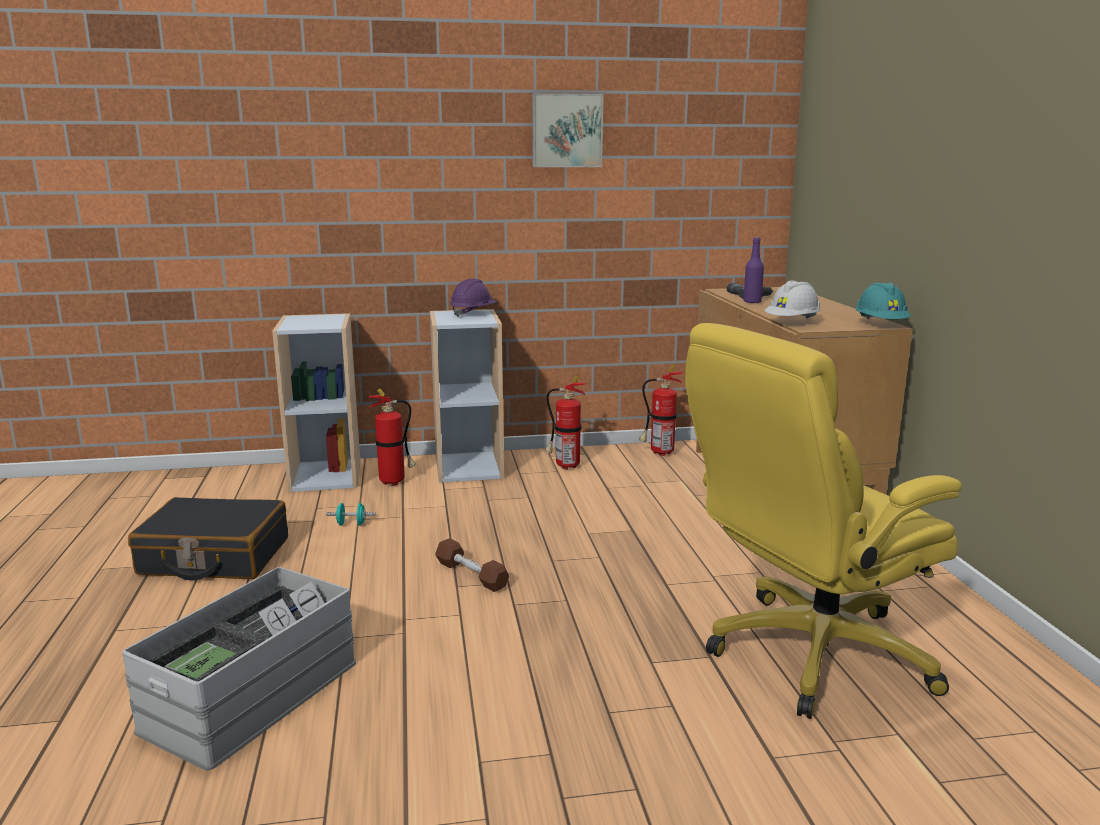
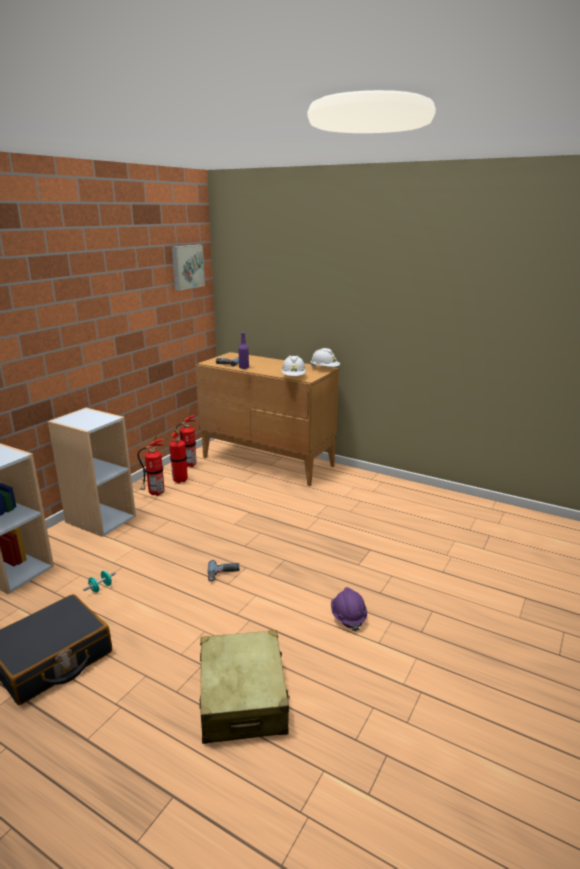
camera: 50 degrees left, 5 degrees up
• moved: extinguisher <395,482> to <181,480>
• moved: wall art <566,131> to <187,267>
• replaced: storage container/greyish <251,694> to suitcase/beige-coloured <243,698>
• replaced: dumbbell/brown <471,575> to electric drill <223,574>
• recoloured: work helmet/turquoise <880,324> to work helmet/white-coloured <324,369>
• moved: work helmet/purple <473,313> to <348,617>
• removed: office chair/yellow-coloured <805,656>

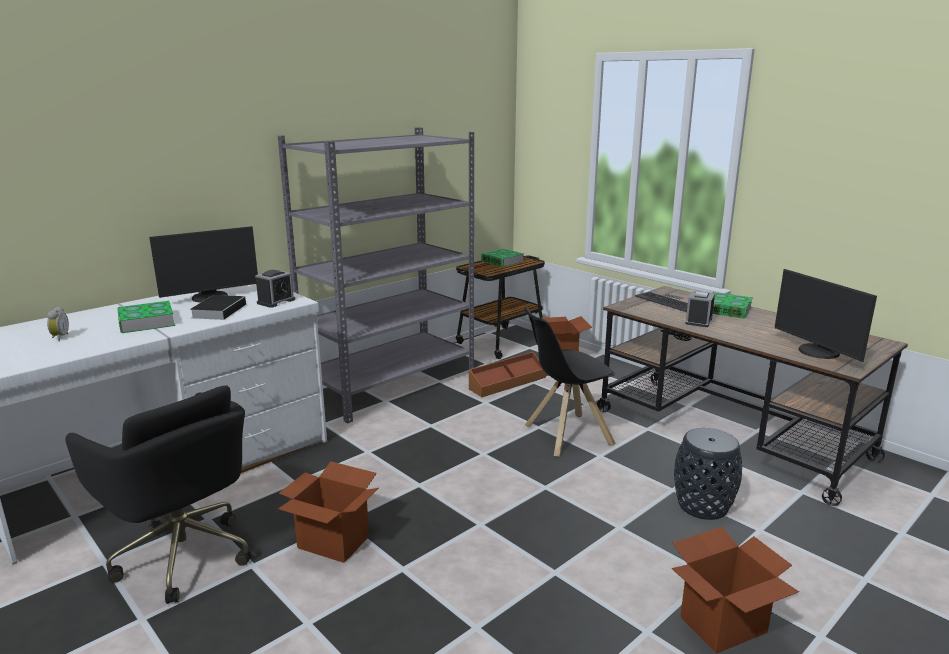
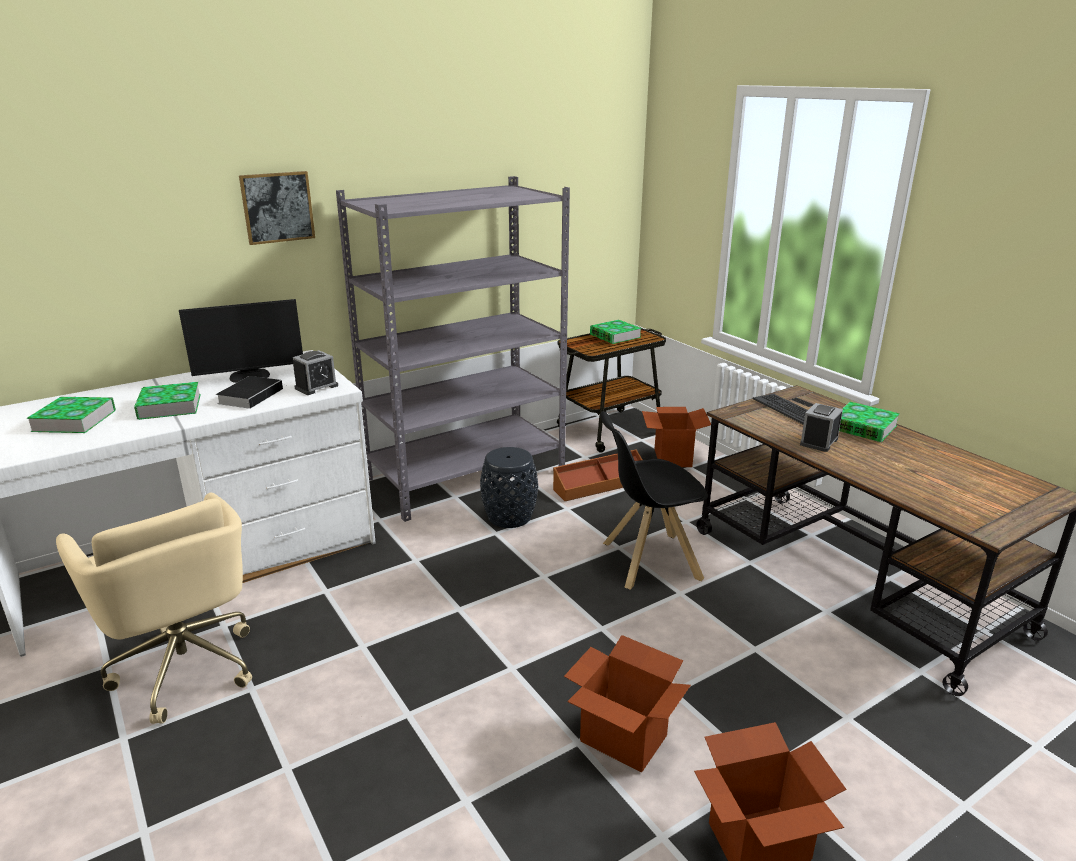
camera: 10 degrees right, 5 degrees up
• replaced: alarm clock <59,337> to volume <74,420>
• recoloured: office chair/black-coloured <181,555> to office chair/beige-coloured <184,667>
• added: wall art <277,207>
• moved: stool/black-coloured <702,506> to <509,517>
• moved: carton <333,542> to <622,738>
• removed: monitor <817,352>

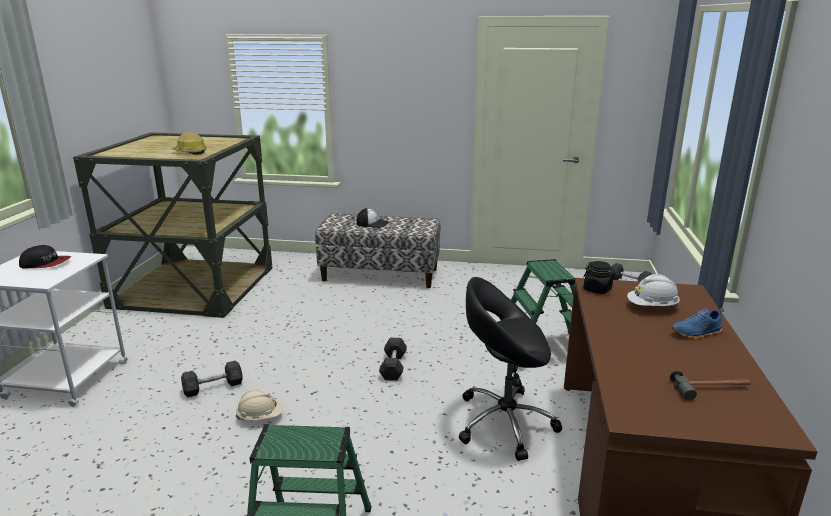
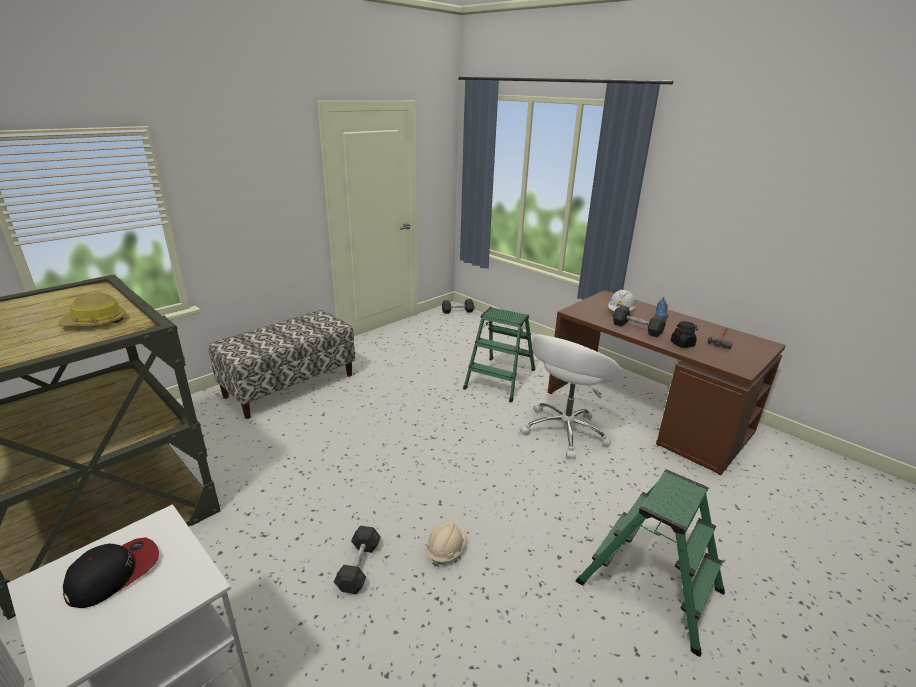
camera: 55 degrees left, 5 degrees up
• recoloured: office chair/black-coloured <502,422> to office chair/white-coloured <563,433>
• moved: dumbbell/greyish <393,367> to <637,329>
• moved: storage jar/black-coloured <597,289> to <682,344>
• removed: baseball cap <372,223>

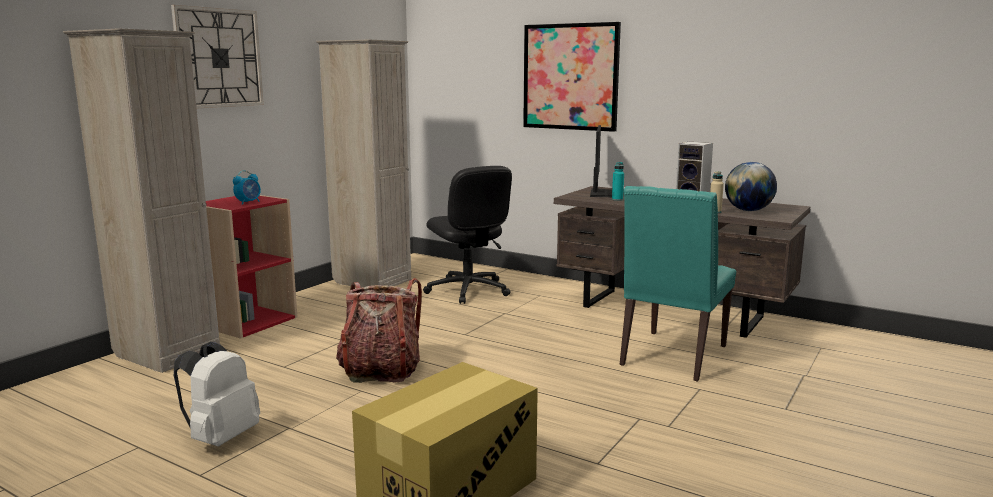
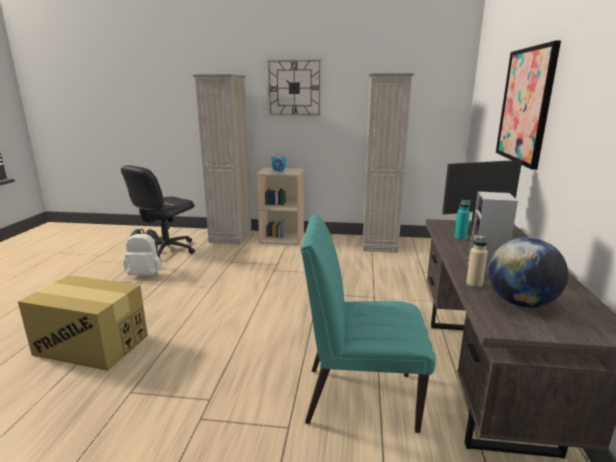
camera: 65 degrees right, 5 degrees up
• moved: office chair/black-coloured <468,290> to <166,250>
• recoloured: bookcase/red <250,321> to bookcase/beige-coloured <282,238>
• removed: rucksack <381,370>

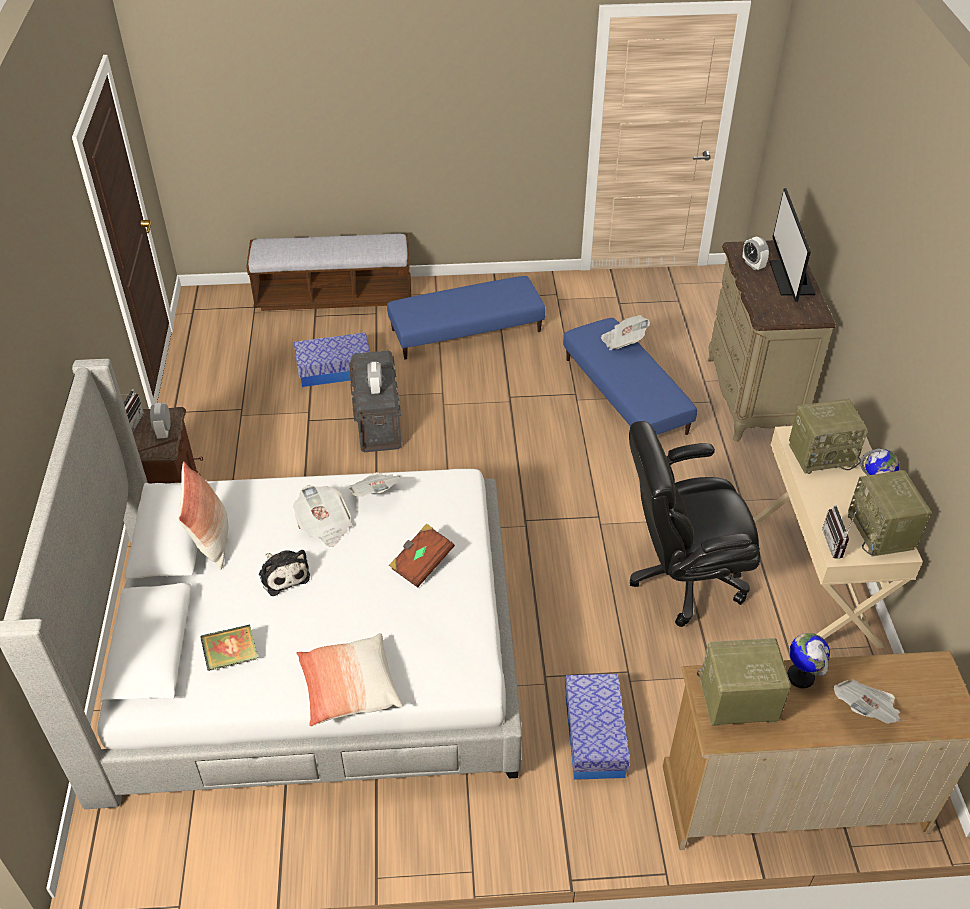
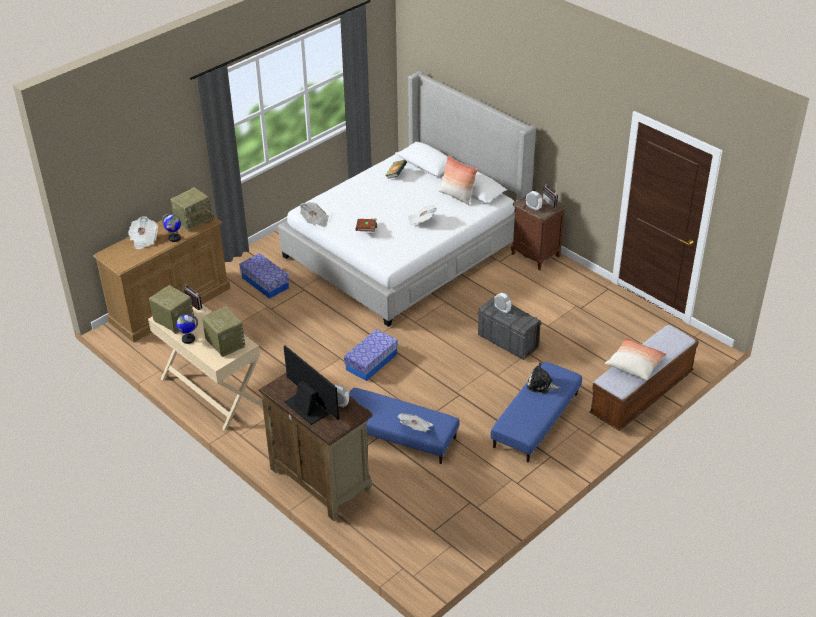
camera: 140 degrees right, 5 degrees down
• turned: radio receiver <822,454> = <224,343> 105 degrees clockwise
• moved: daily paper <375,493> to <315,221>
• moved: storage container <334,370> to <371,362>
• moved: soft toy <283,574> to <541,385>
• moved: throw pillow <349,689> to <635,365>
• removed: office chair/black-coloured <680,577>

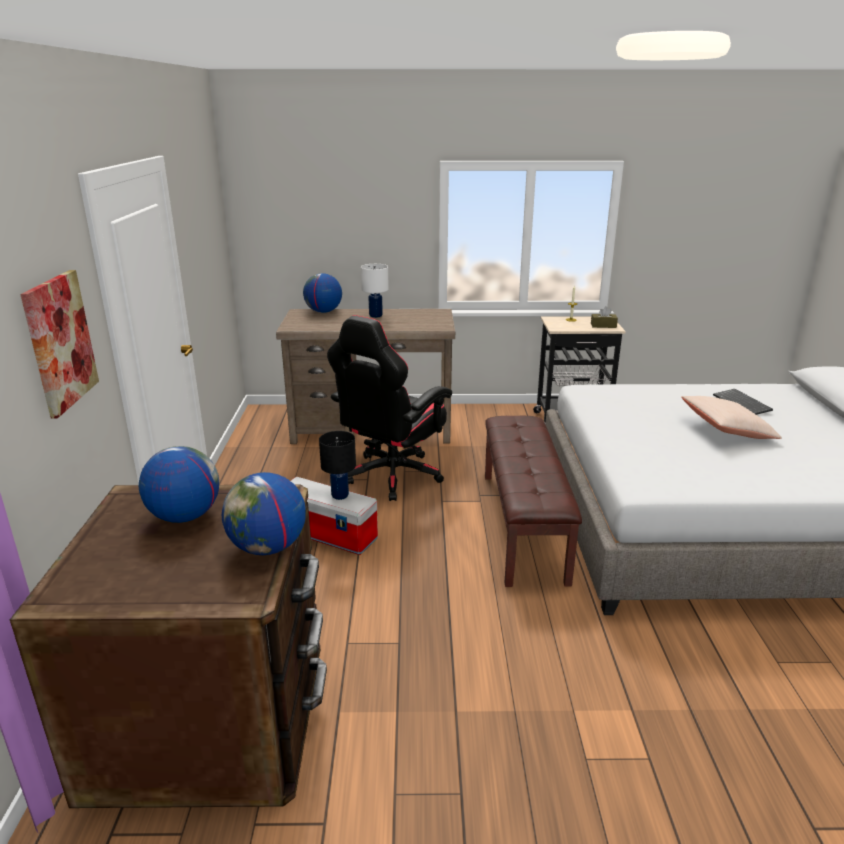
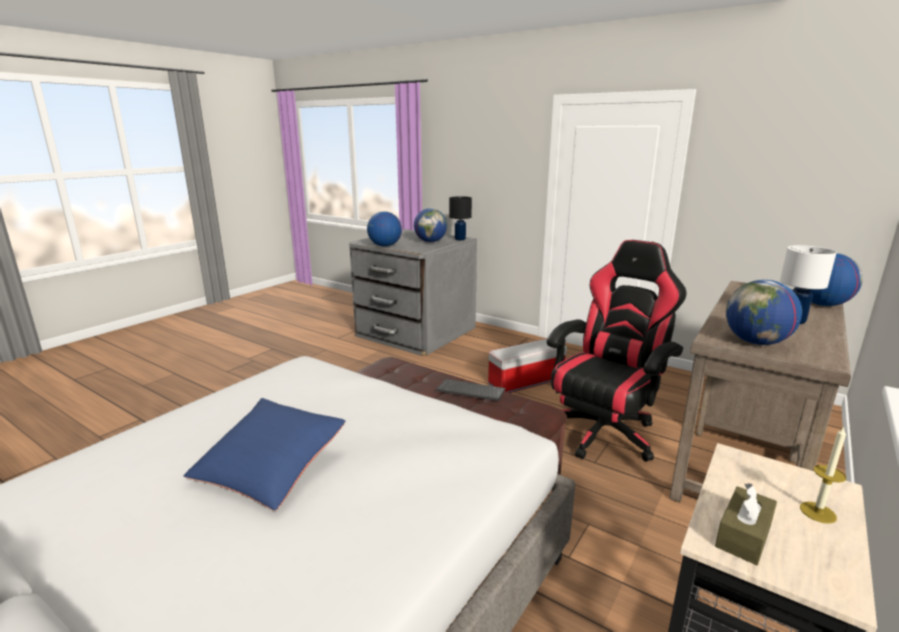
camera: 125 degrees right, 5 degrees down
• recoloured: throw pillow/beige-coloured <727,430> to throw pillow/blue <270,467>
• recoloured: dresser/brown <215,714> to dresser/greyish <414,332>
• moved: keyboard <743,404> to <469,392>
• moved: table lamp/black-coloured <340,496> to <459,239>
• turned: office chair/black-coloured <393,475> = <603,433> 60 degrees clockwise
• added: globe <756,342>
• removed: wall art <60,342>

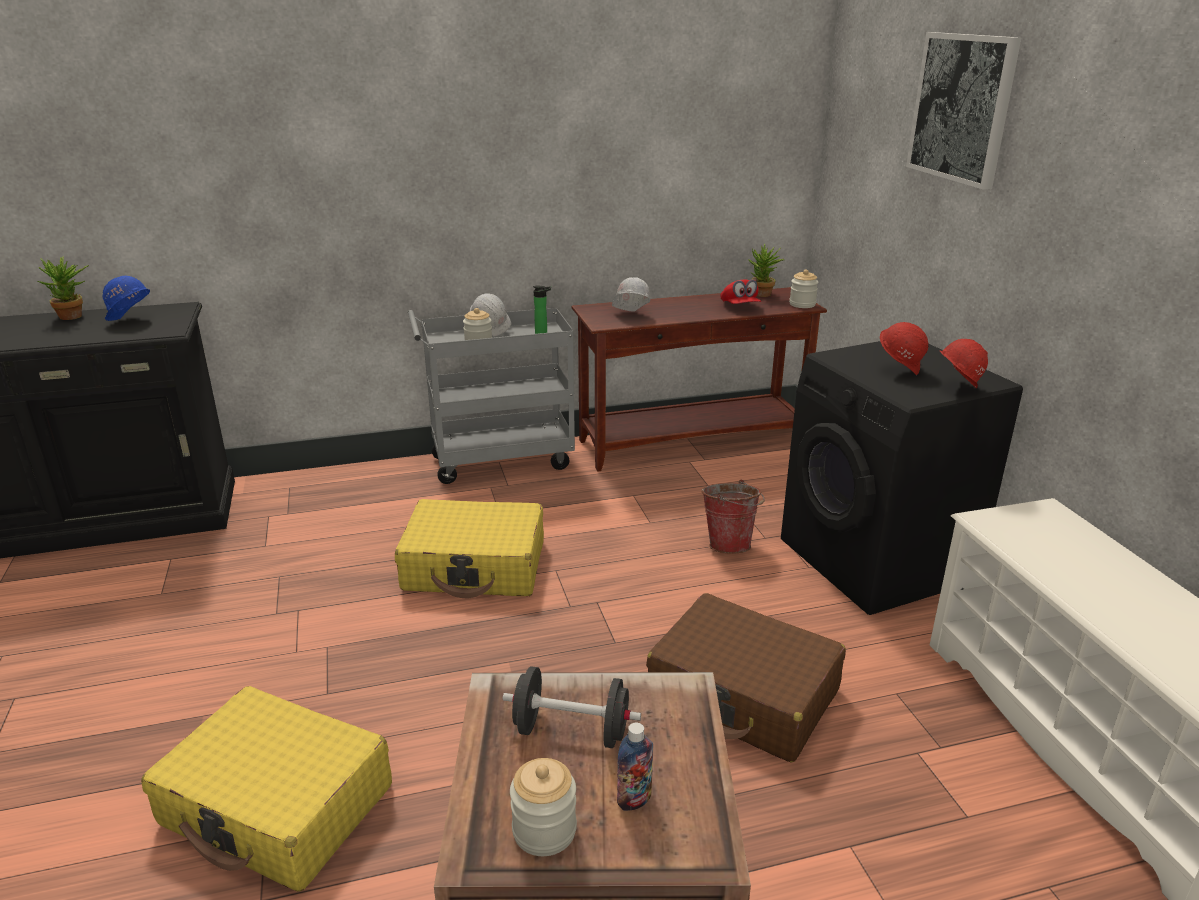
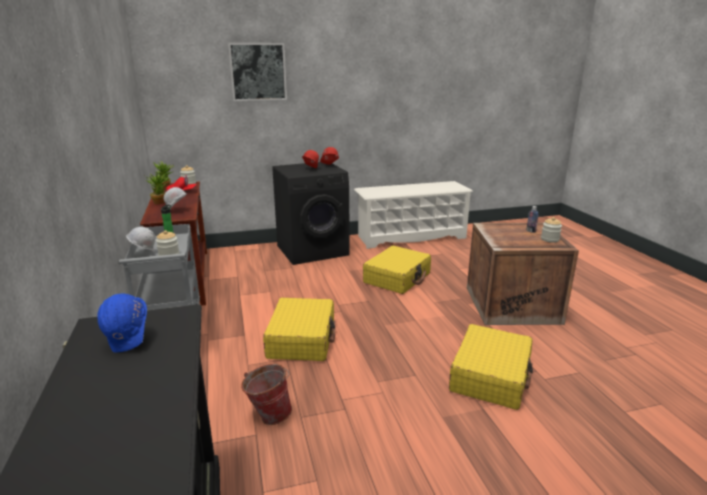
camera: 90 degrees left, 5 degrees down
• moved: plant in a pot <74,317> to <160,202>
• moved: pail <729,544> to <268,415>
• recoloured: suitcase/brown <743,695> to suitcase/yellow-coloured <397,278>
• removed: dumbbell/black-coloured <571,731>

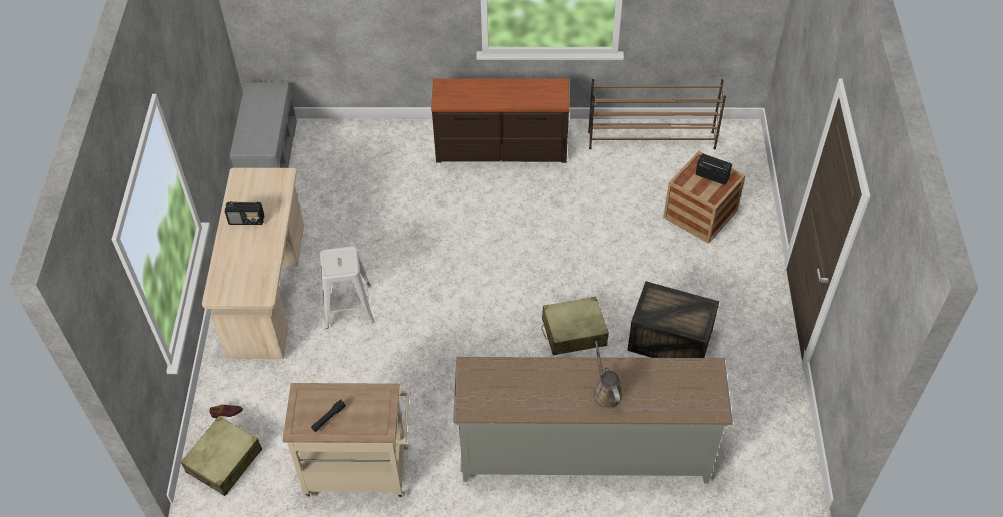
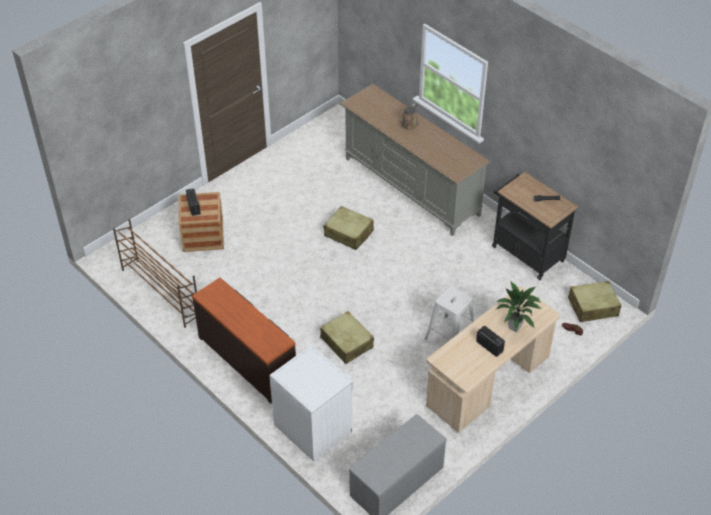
camera: 135 degrees left, 5 degrees down
• added: laundry appliance/white-coloured <314,427>
• added: suitcase/beige-coloured <346,342>
• recoloured: trolley/beige-coloured <361,472> to trolley/black-coloured <526,253>
• added: plant in a pot <515,328>
• removed: crate <671,340>

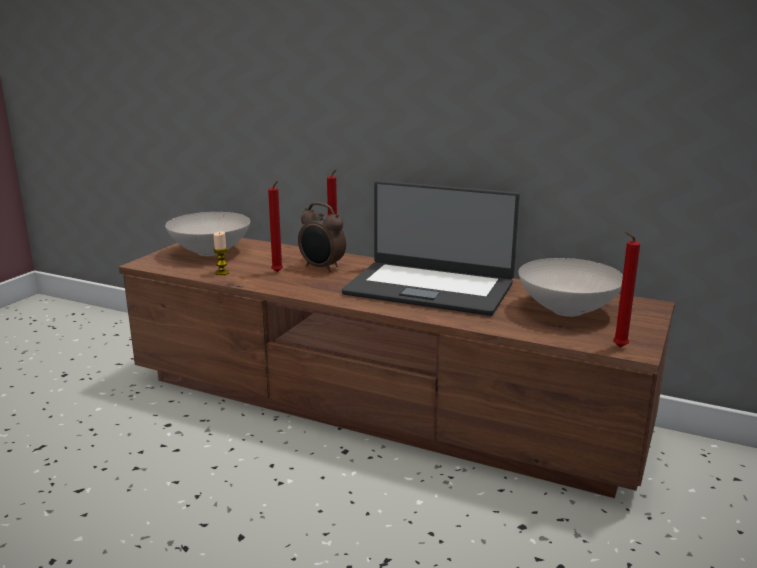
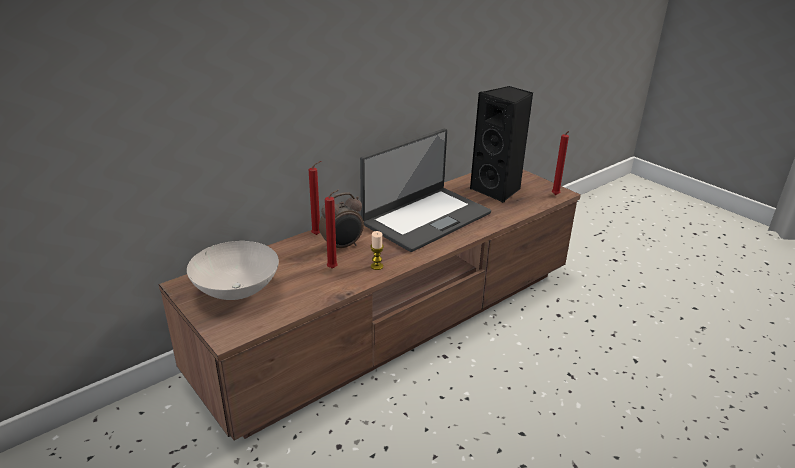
camera: 65 degrees left, 10 degrees up
• moved: wax light <222,272> to <377,266>
• replaced: bowl/white-coloured <568,311> to audio speaker/black-coloured <498,190>

